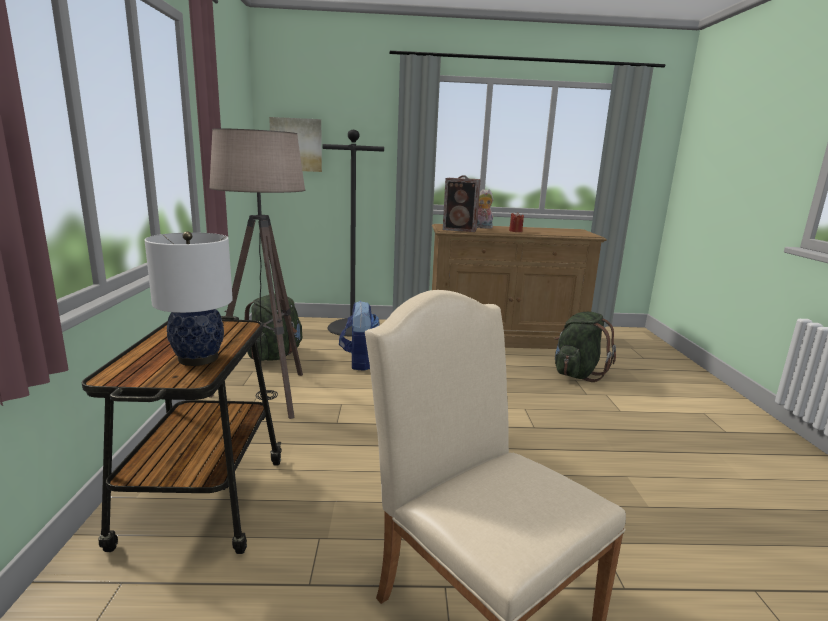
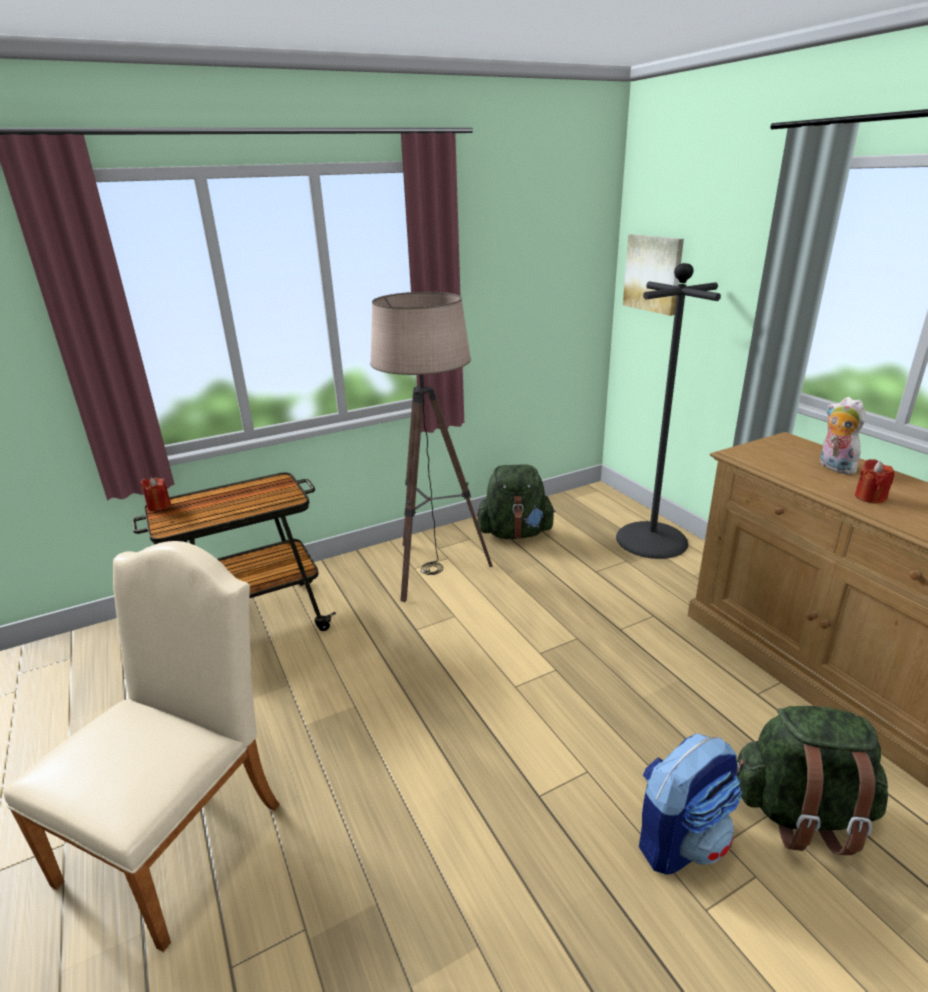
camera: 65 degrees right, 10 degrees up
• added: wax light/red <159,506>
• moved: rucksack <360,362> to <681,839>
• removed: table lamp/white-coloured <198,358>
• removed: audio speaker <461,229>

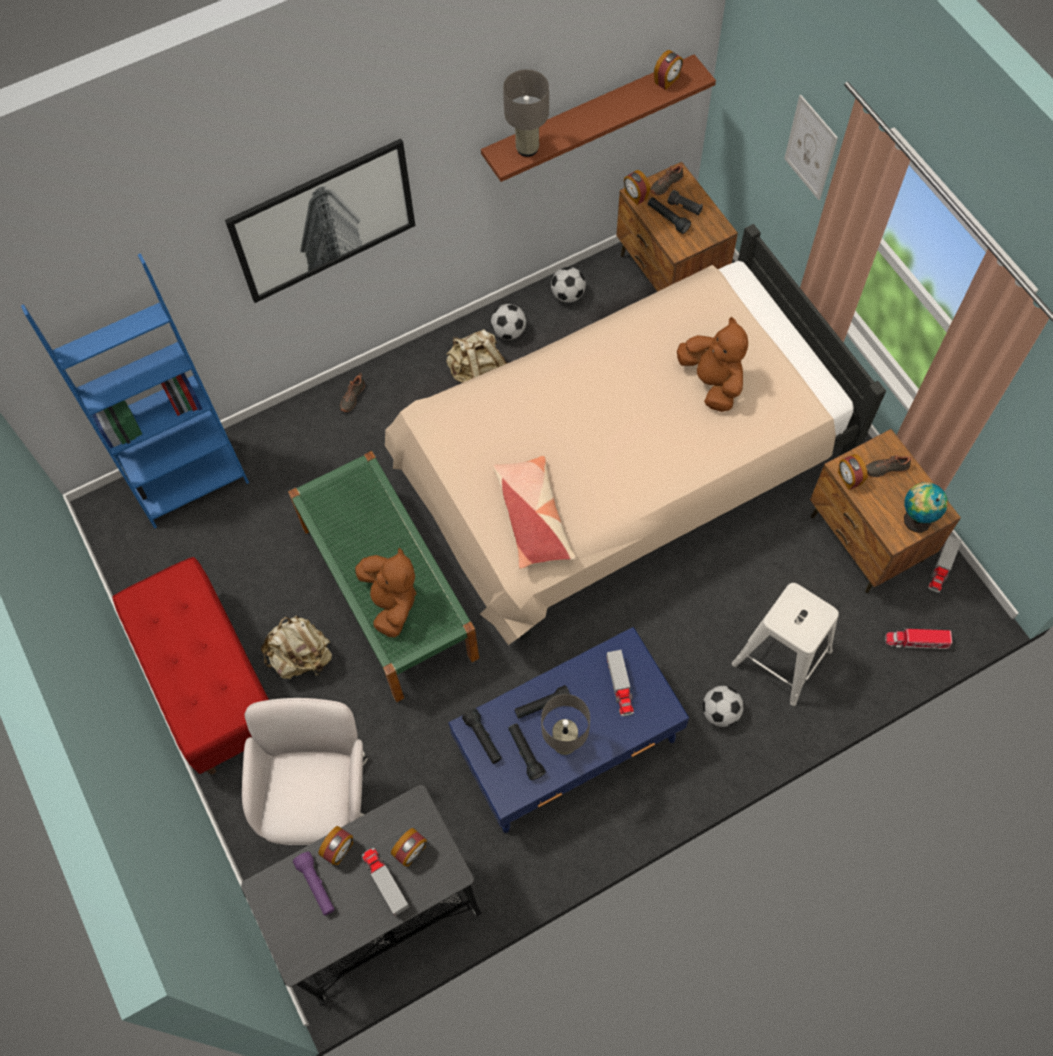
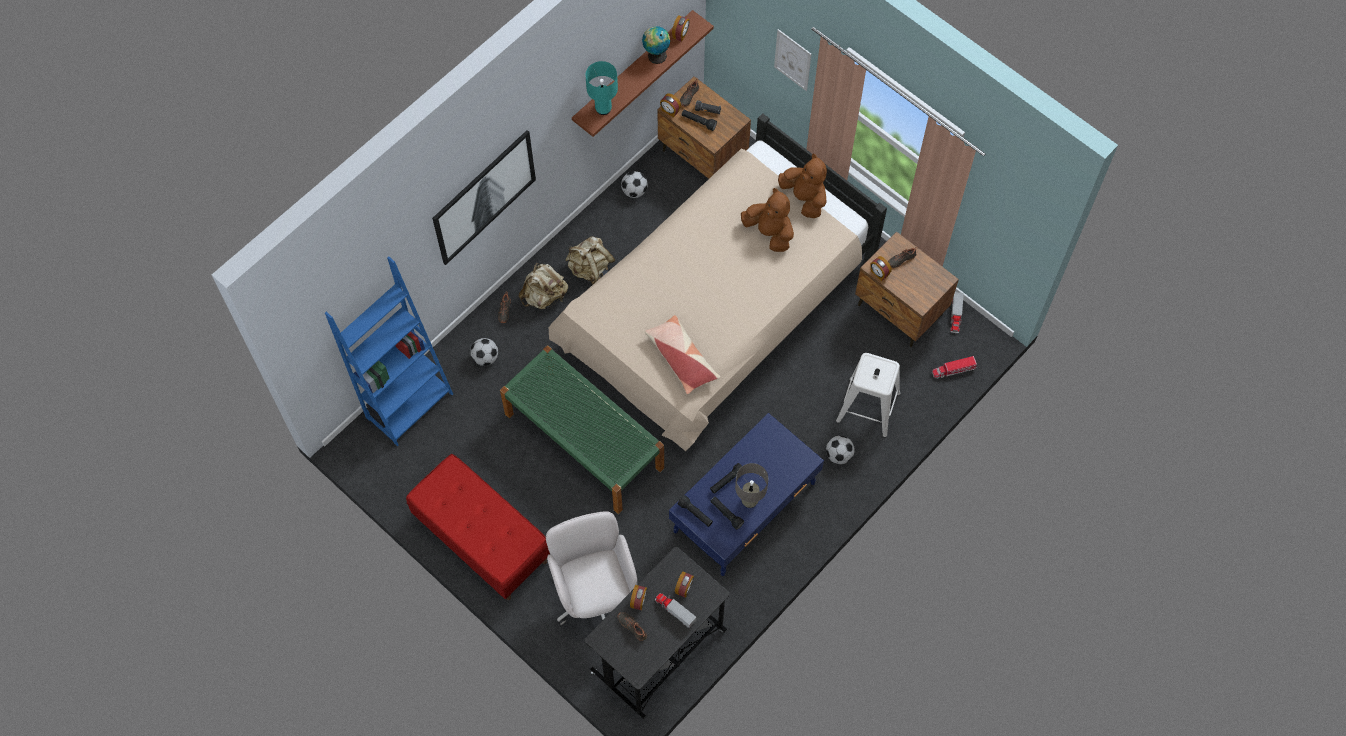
camera: 20 degrees left, 0 degrees up
• moved: ball for football <508,332> to <485,358>
• moved: rucksack/beige-coloured <301,658> to <544,296>
• recoloured: table lamp/greyish <528,148> to table lamp/turquoise <603,108>
• replaced: hand torch/purple <316,886> to low shoe/black-coloured <633,626>
• moved: globe <915,519> to <656,55>
• moved: soft toy/brown <391,602> to <804,198>
• removed: toy truck <620,686>

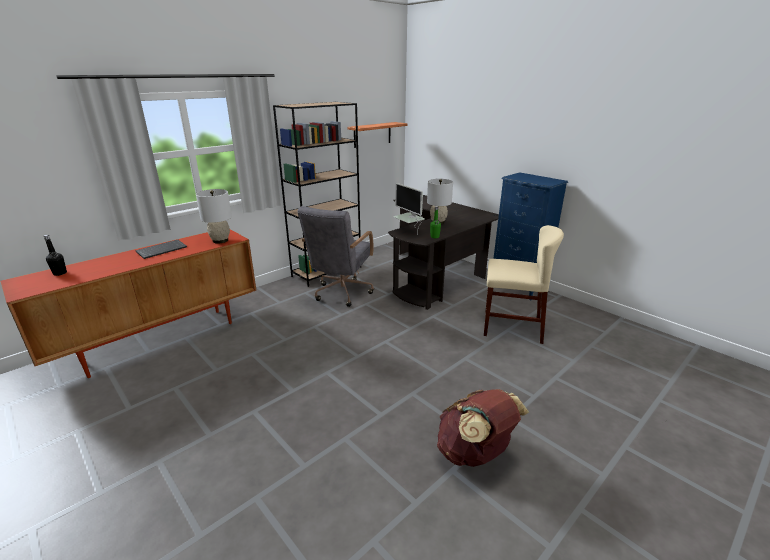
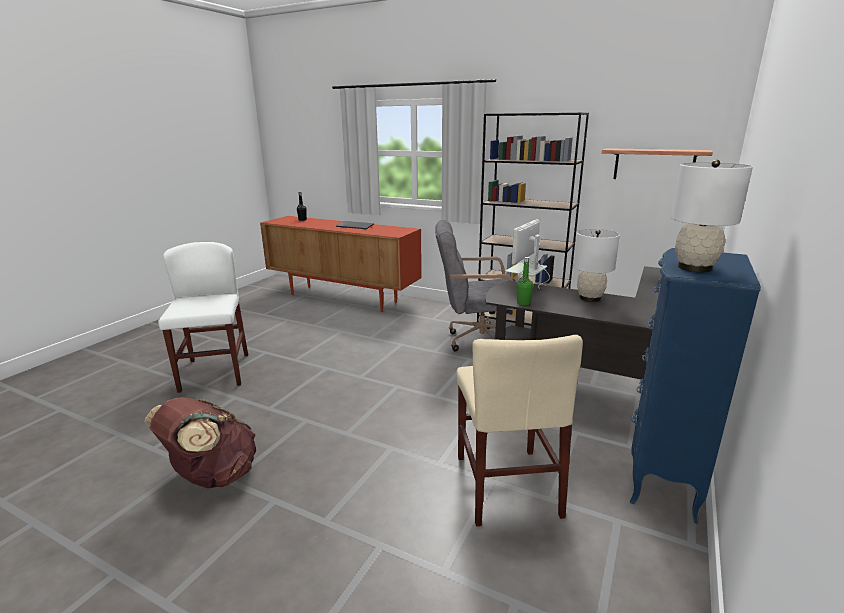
camera: 70 degrees right, 5 degrees down
• added: plain chair/white-coloured <215,372>
• moved: table lamp/white-coloured <220,240> to <694,268>

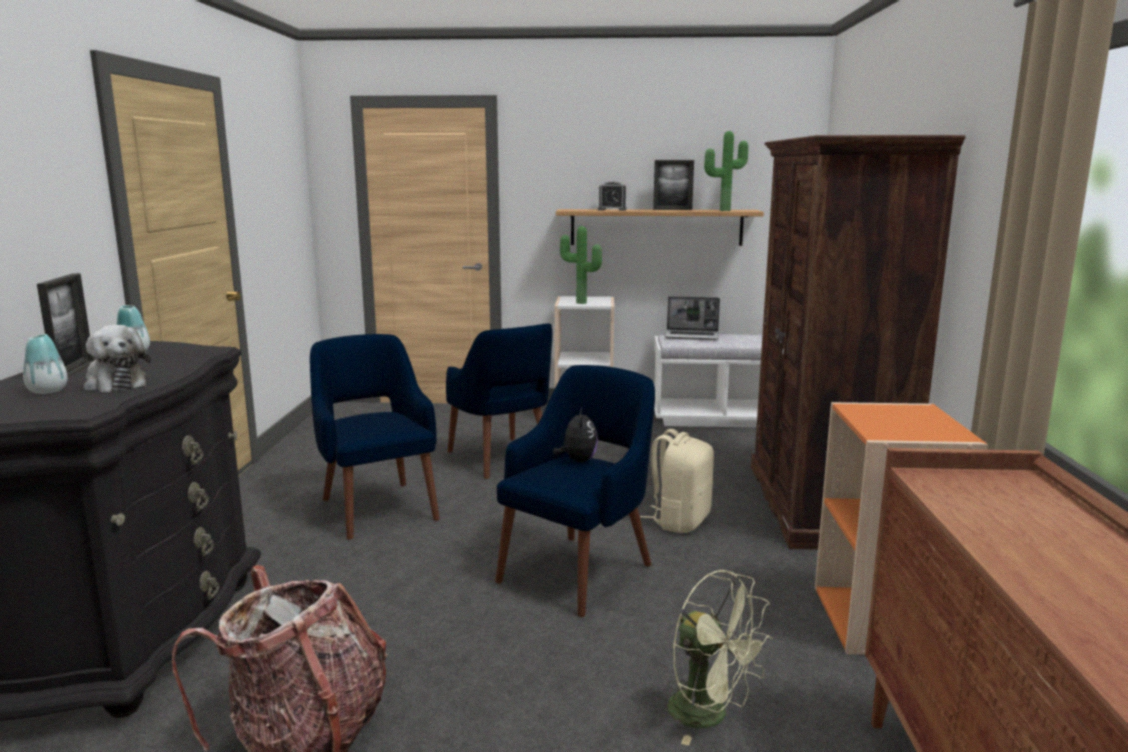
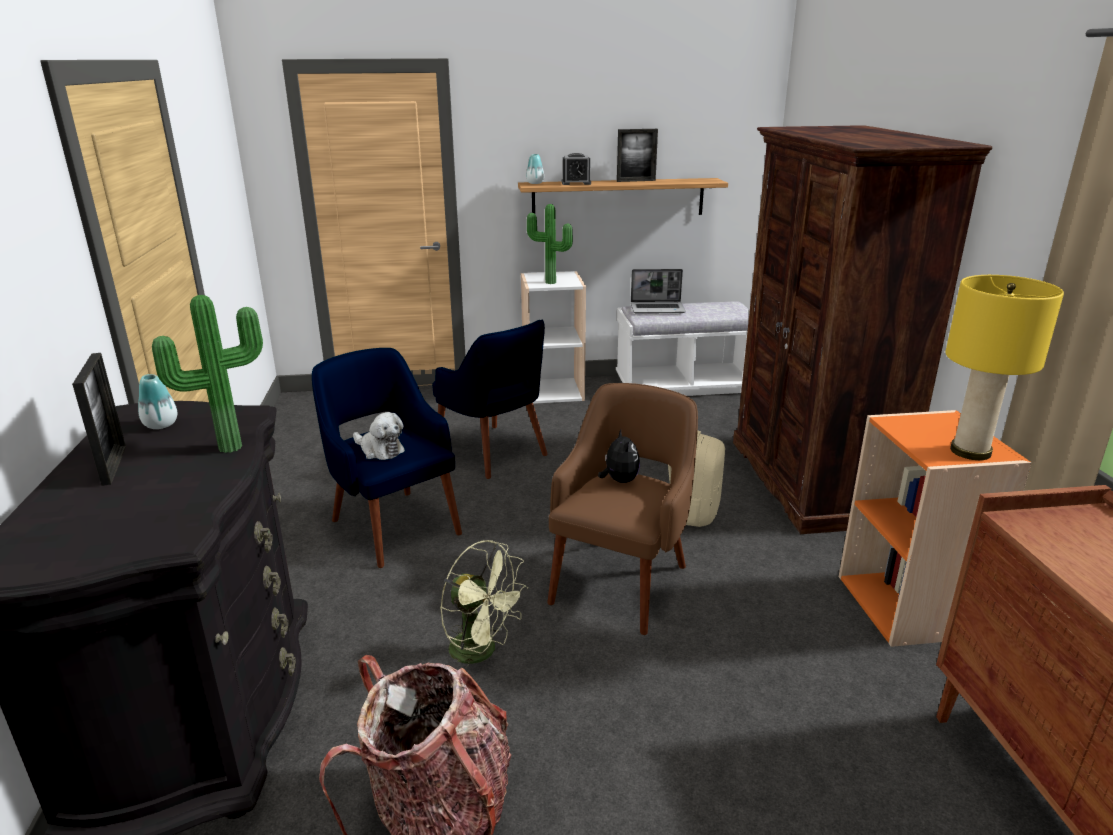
camera: 10 degrees left, 10 degrees up
• moved: plant in a pot <723,210> to <229,446>
• moved: soft toy <115,383> to <380,450>
• moved: electric fan/green-coloured <710,715> to <482,651>
• moved: vase <48,391> to <535,183>
• recoloured: armchair/blue <578,571> to armchair/brown <621,582>
• added: table lamp/yellow-coloured <969,451>

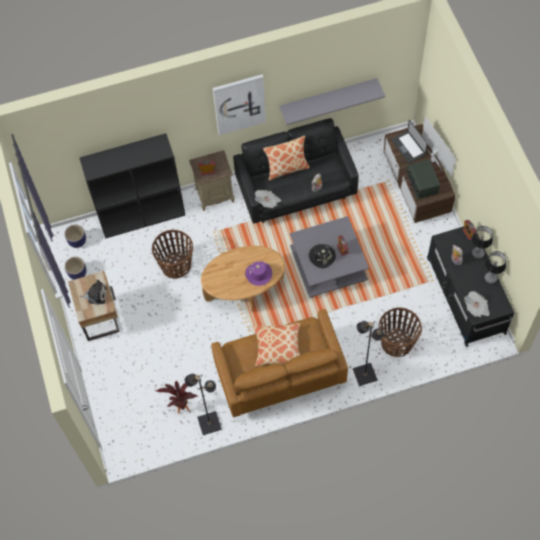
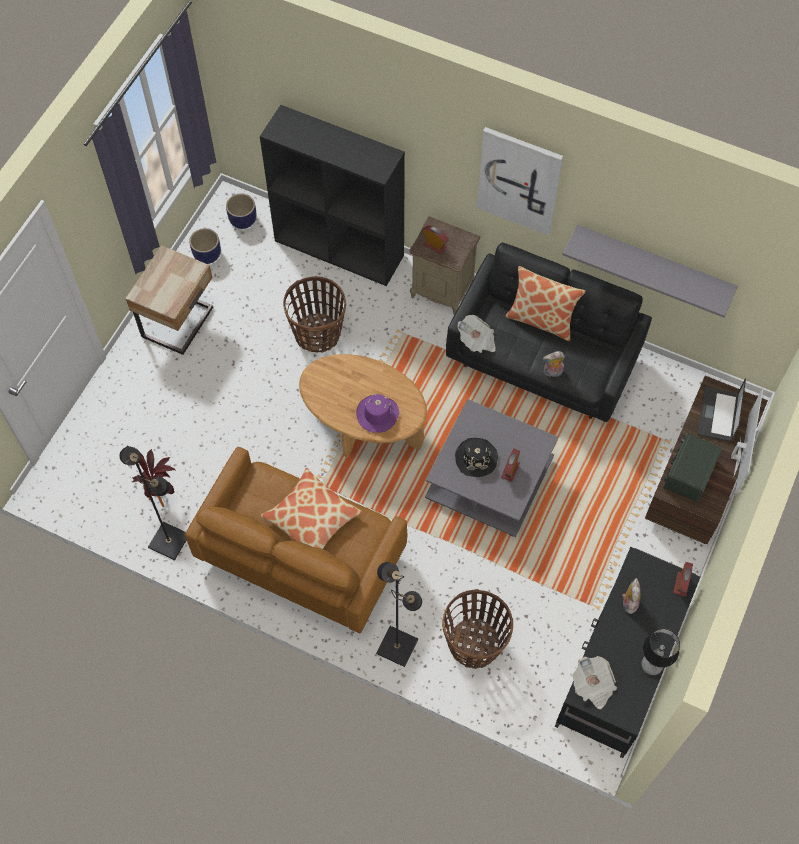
camera: 40 degrees right, 0 degrees up
• removed: soft toy <96,295>
• removed: table lamp <478,253>

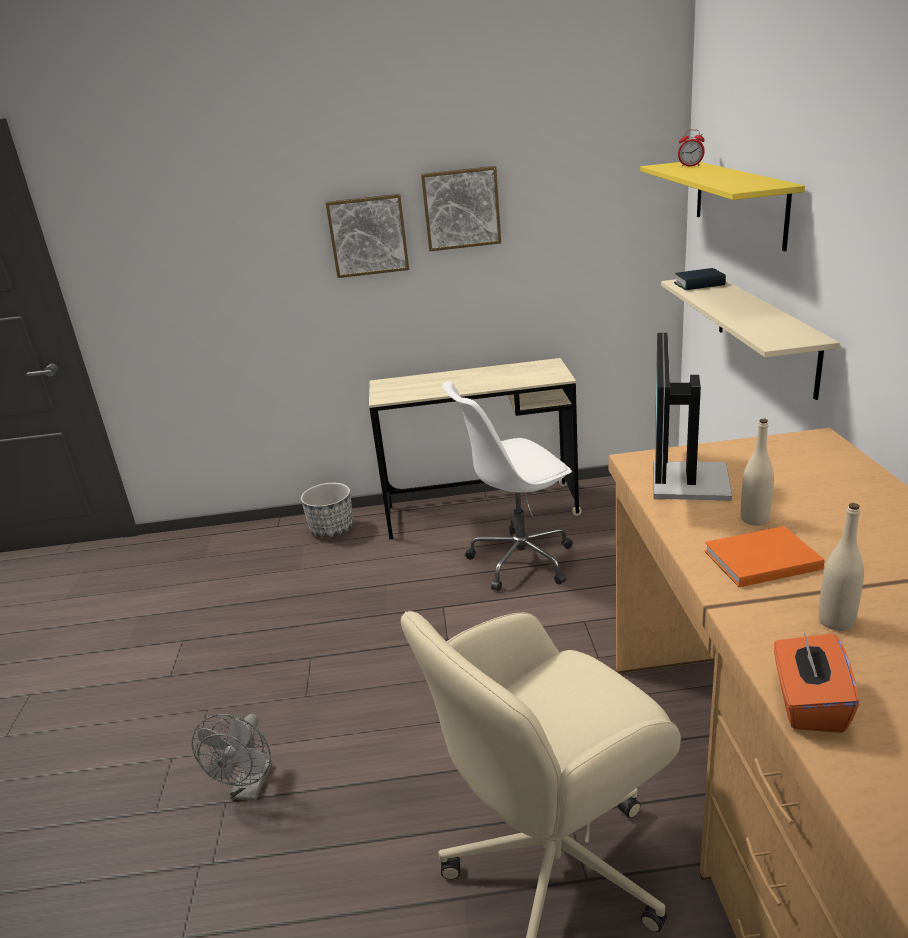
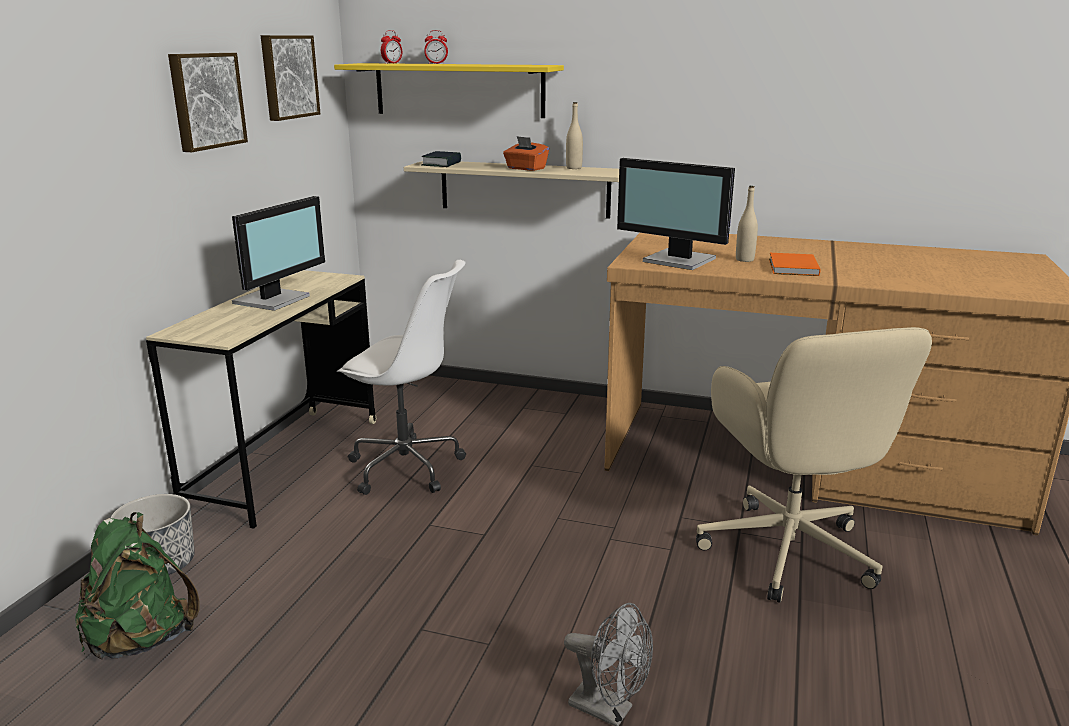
camera: 70 degrees left, 5 degrees down
• added: rucksack/green-coloured <141,639>
• added: monitor <274,300>
• moved: wall art <368,235> to <288,77>
• turned: office chair/white-coloured <518,562> = <408,468> 75 degrees counterclockwise
• added: alarm clock <436,63>
• moved: tissue box/orange <808,703> to <525,168>
• moved: bottle/beige-coloured <836,621> to <574,168>

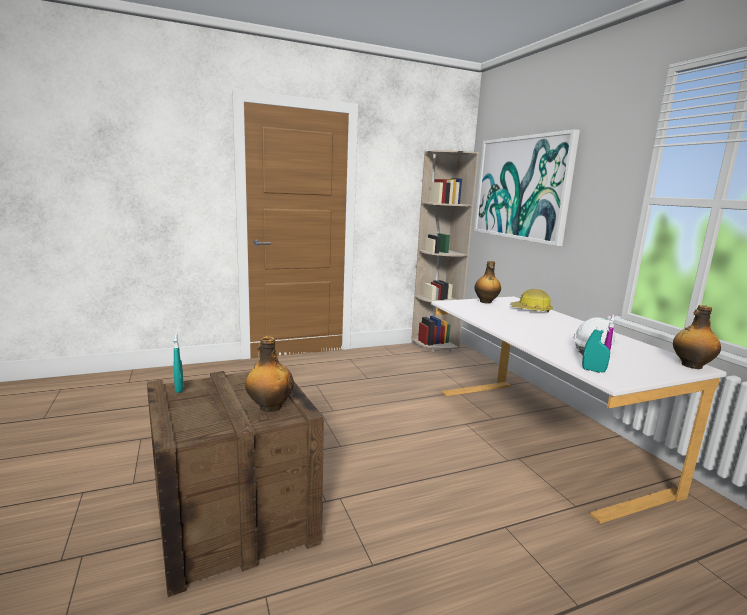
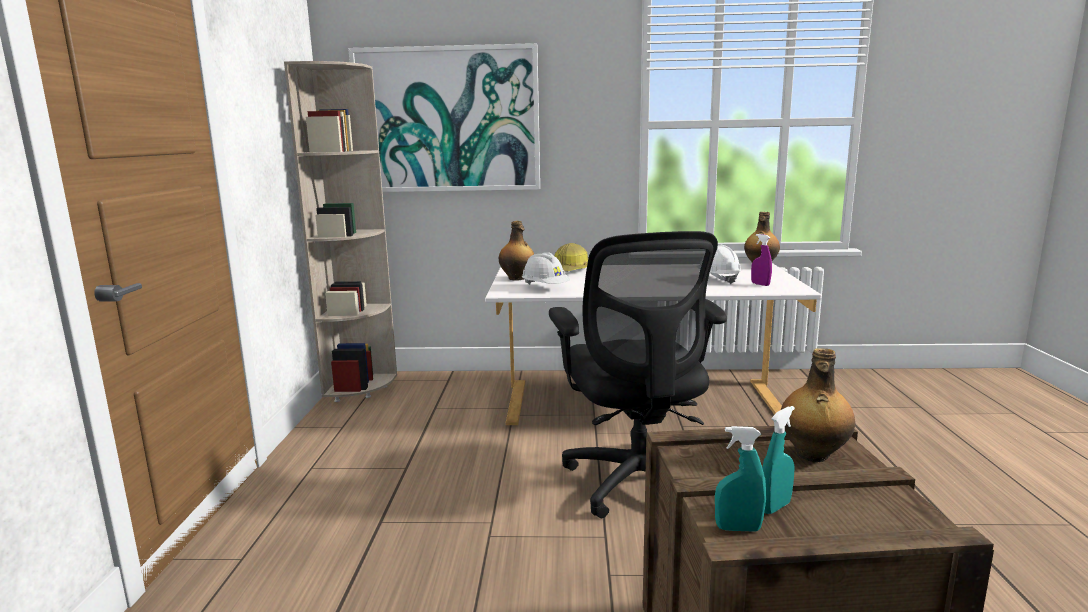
camera: 65 degrees left, 0 degrees up
• added: work helmet/white-coloured <545,288>
• added: office chair/black-coloured <634,477>
• moved: spray bottle/turquoise <593,370> to <775,507>

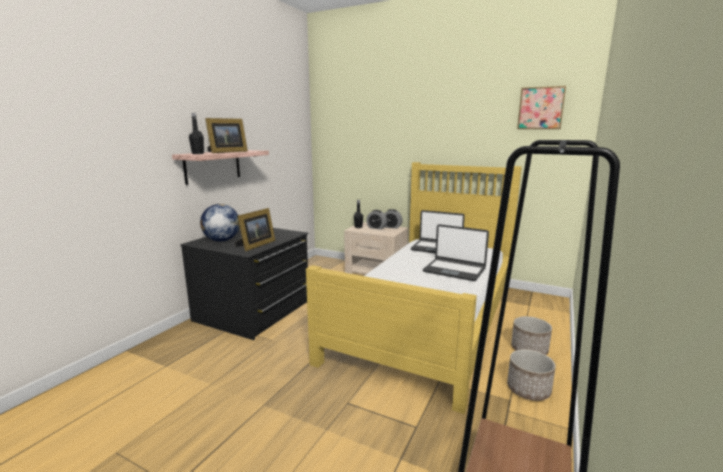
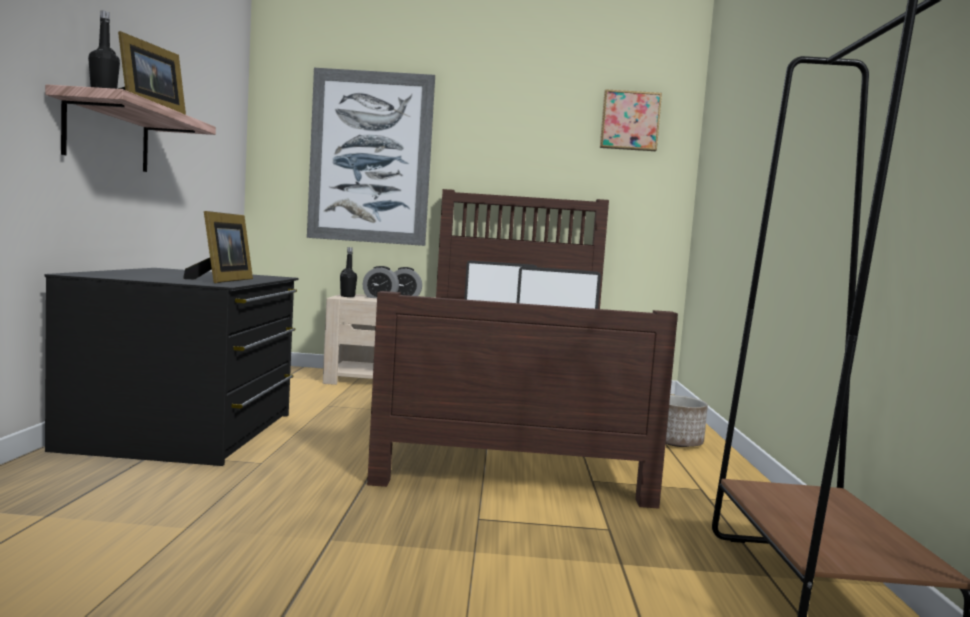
camera: 25 degrees left, 10 degrees down
• added: wall art <370,157>
• recoloured: bedroom bed/yellow-coloured <428,319> to bedroom bed/brown <511,423>
• removed: globe <221,240>
• removed: flower pot <528,390>

